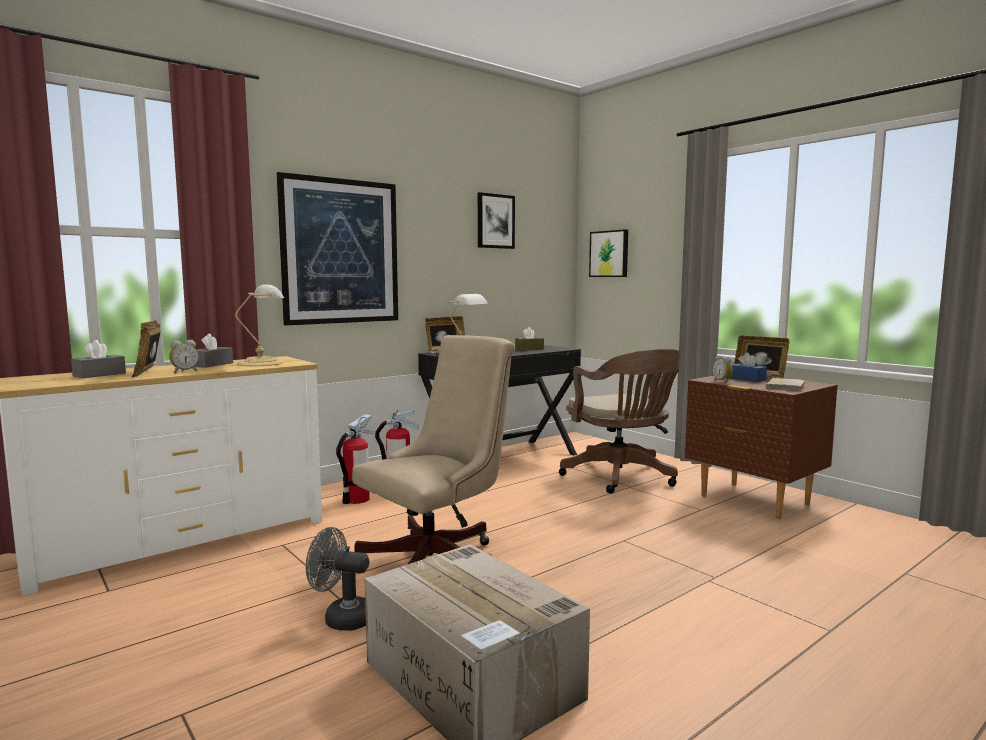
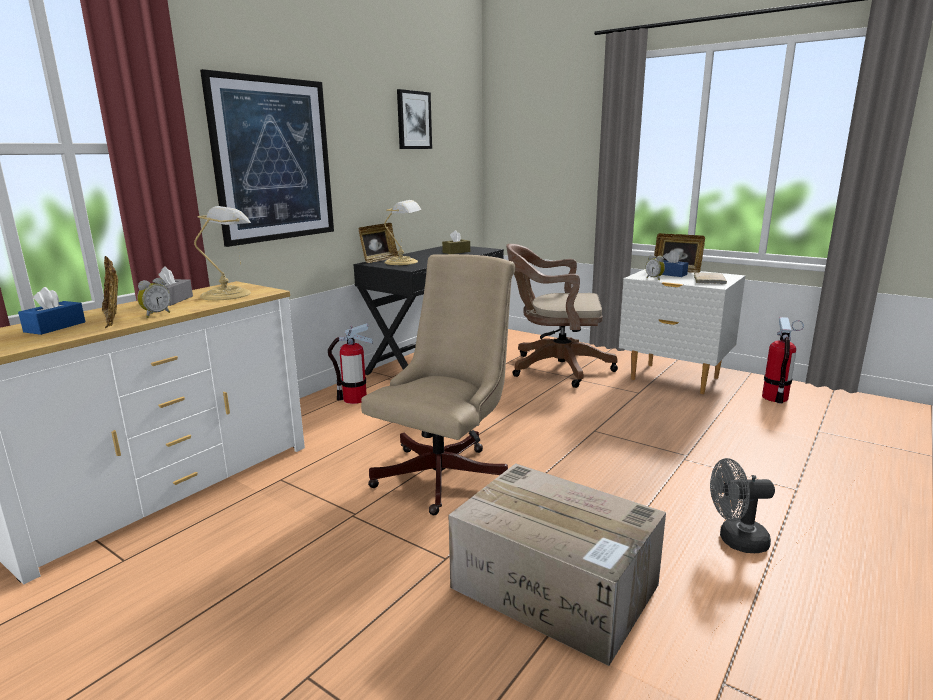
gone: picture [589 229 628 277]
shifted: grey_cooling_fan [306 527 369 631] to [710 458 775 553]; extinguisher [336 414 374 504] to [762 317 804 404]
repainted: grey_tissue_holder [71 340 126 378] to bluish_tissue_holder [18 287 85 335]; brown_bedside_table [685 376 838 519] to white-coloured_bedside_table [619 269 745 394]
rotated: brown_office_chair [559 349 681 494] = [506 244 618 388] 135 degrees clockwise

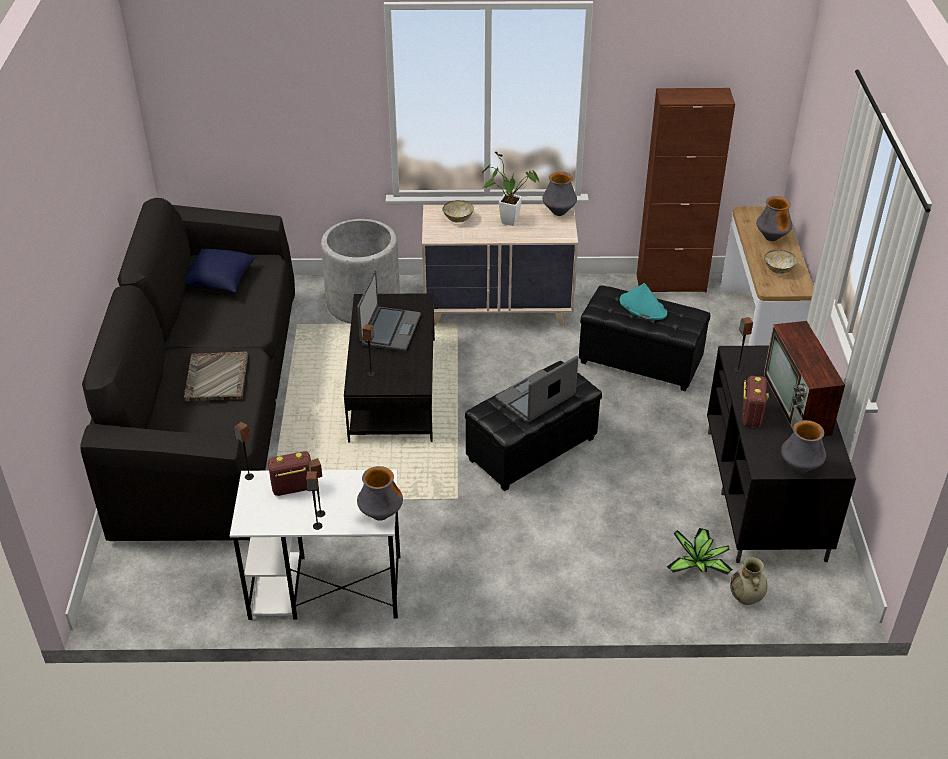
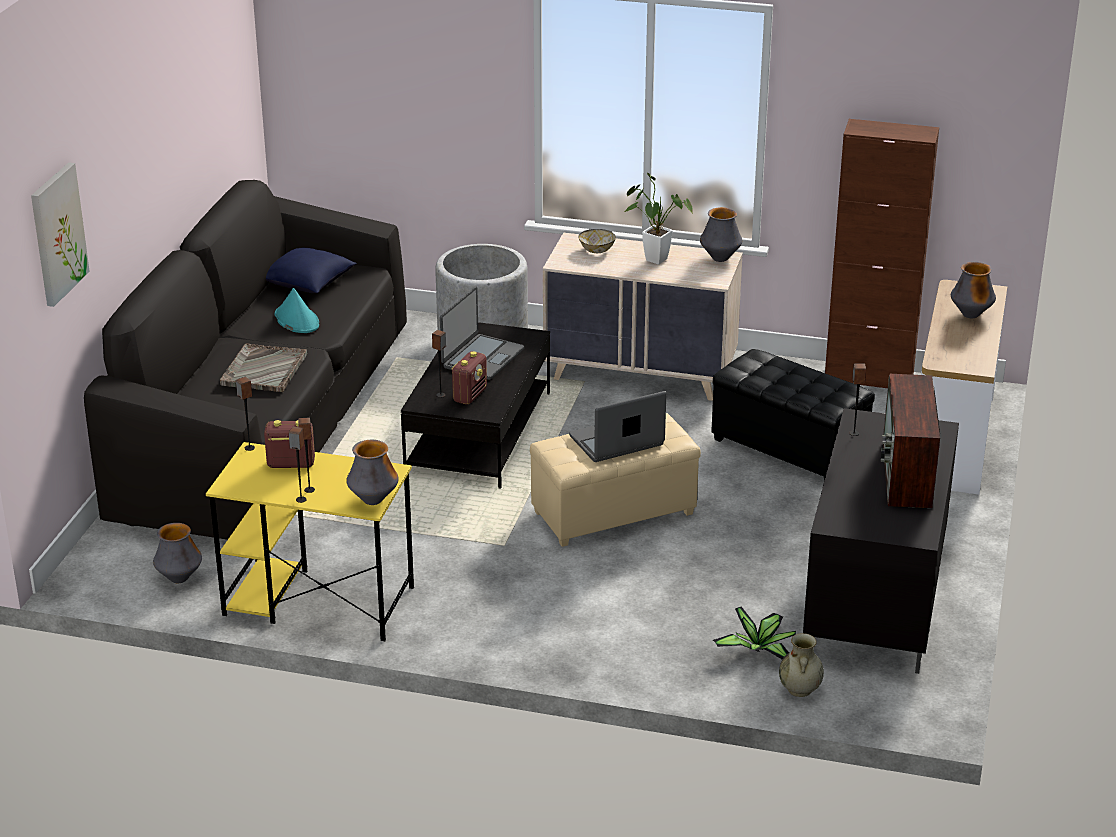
gone: serving_bowl [764 250 798 274]
new: picture [31 162 90 307]
shifted: blue-green_clothing_hat [620 283 667 320] to [275 288 319 333]; radio [743 376 769 427] to [452 351 487 405]; decorative_vase [781 420 826 473] to [153 523 202 583]
repainted: white-coloured_desk_table [230 470 400 620] to yellowish_desk_table [206 442 414 641]; black-coloured_ottoman [465 361 602 491] to beige-coloured_ottoman [530 413 701 547]

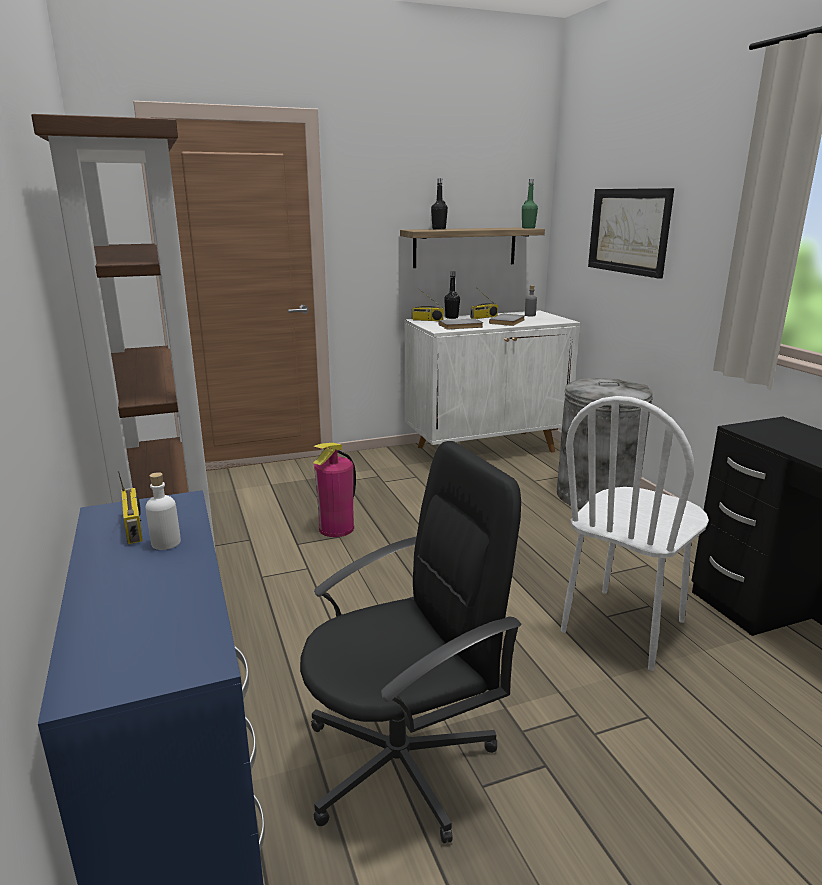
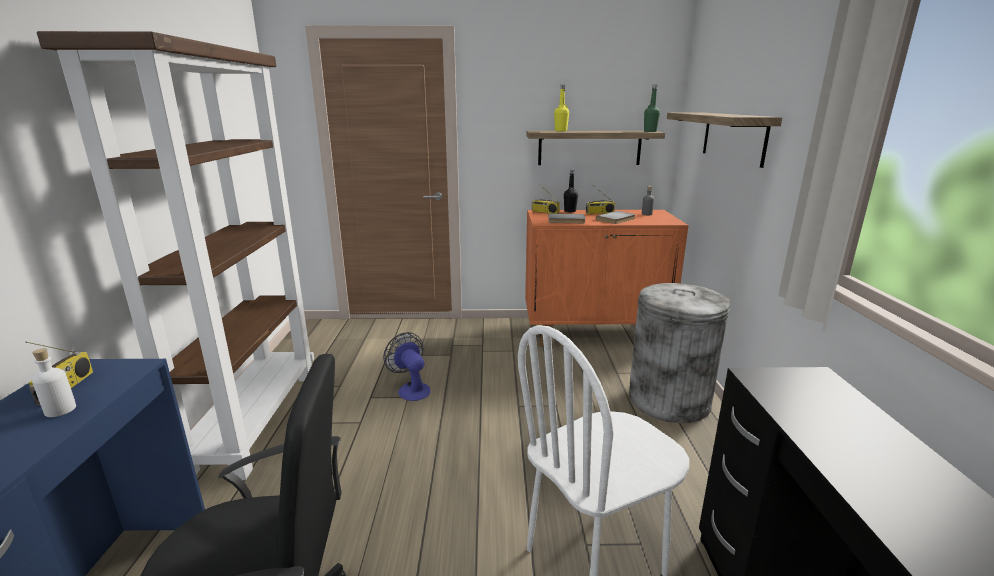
swapped: extinguisher [313 443 356 537] to cooling_fan [383 332 431 401]; picture [588 188 674 279] to shelf [667 113 782 168]
repainted: white-coloured_cabinet [405 310 580 453] to orangey_cabinet [525 210 689 347]; black-coloured_beverage_bottle [431 178 448 230] to yellowish_beverage_bottle [554 85 569 131]

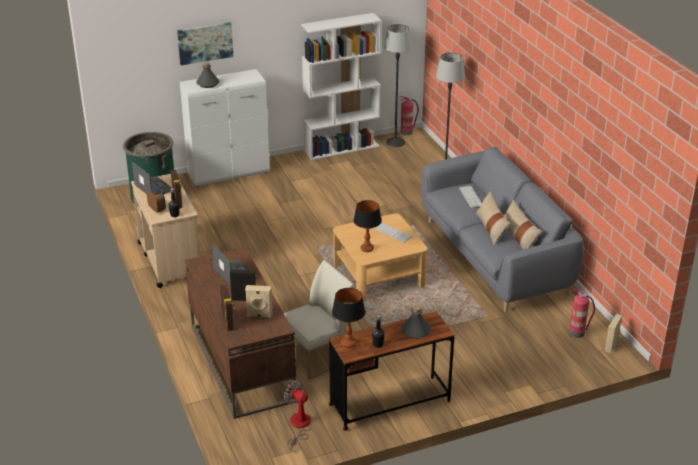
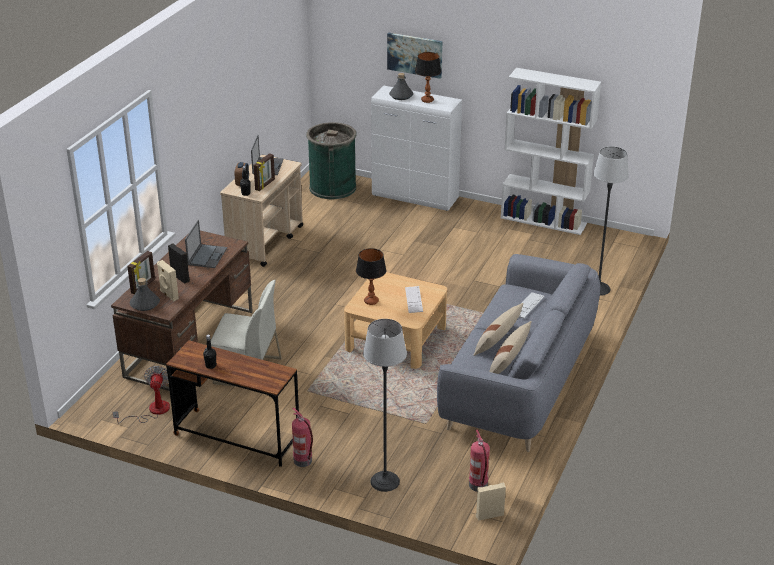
shifted: lamp_for_a_table [332 288 365 348] to [415 52 441 103]; standing_lamp [384 24 412 147] to [363 319 407 492]; extinguisher [400 96 419 135] to [292 408 313 467]; grey_beverage_bottle [401 305 431 339] to [130 278 160 311]

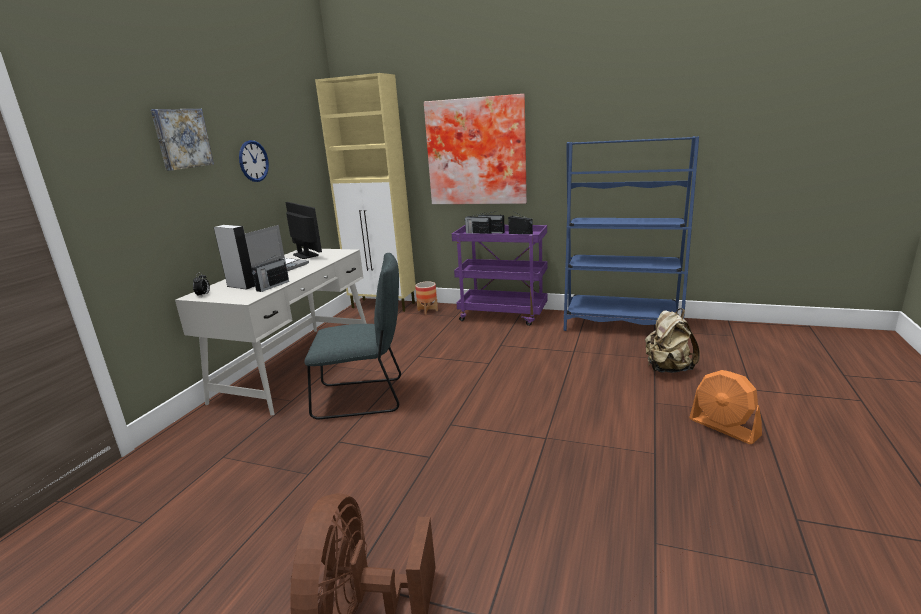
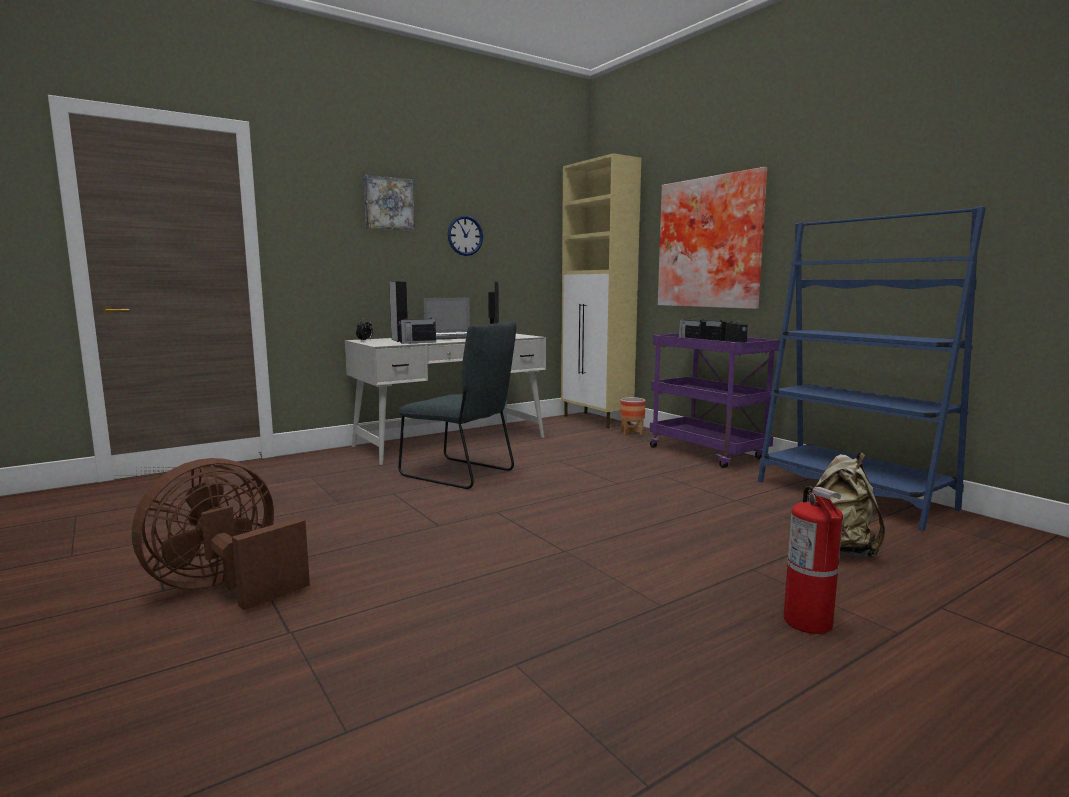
swapped: orangey_cooling_fan [689 370 762 444] to extinguisher [783 486 843 634]

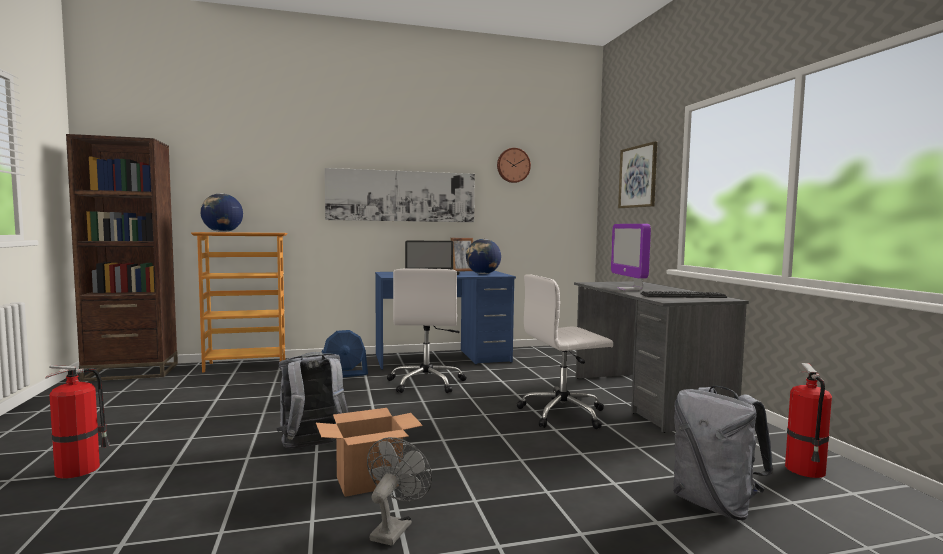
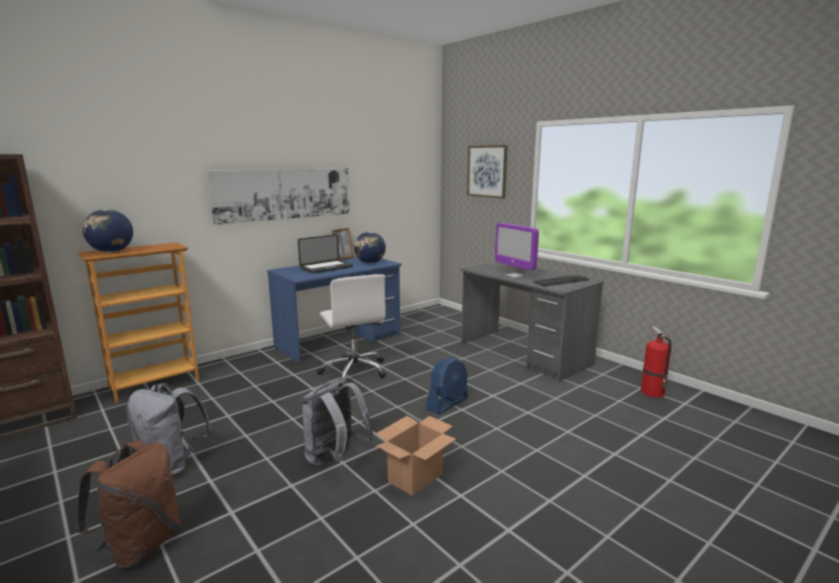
gone: grey_cooling_fan [367 437 432 546]; hanging_clock [497 148 531 183]; white-coloured_office_chair [517 274 613 429]
shifted: bluish_cooling_fan [322 330 368 377] to [426 357 468 414]; grey_rucksack [673 386 774 520] to [126 383 213 476]
swapped: extinguisher [45 365 110 479] to brown_rucksack [76 441 181 569]

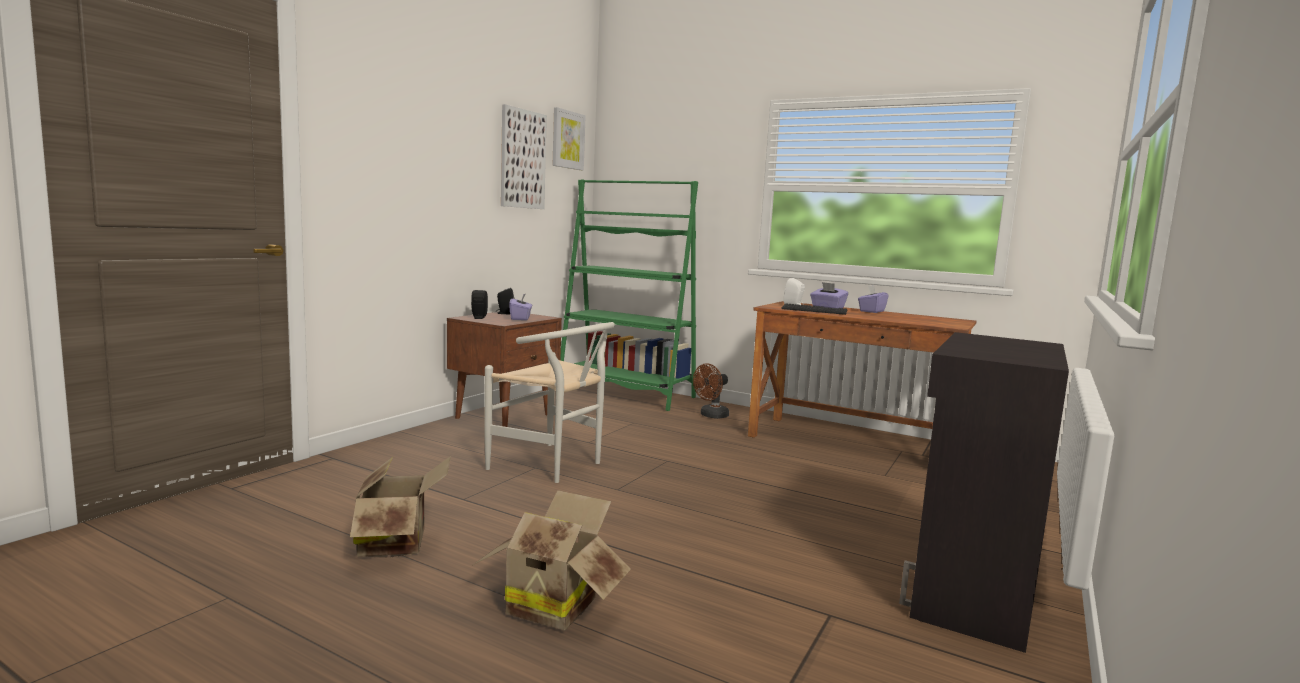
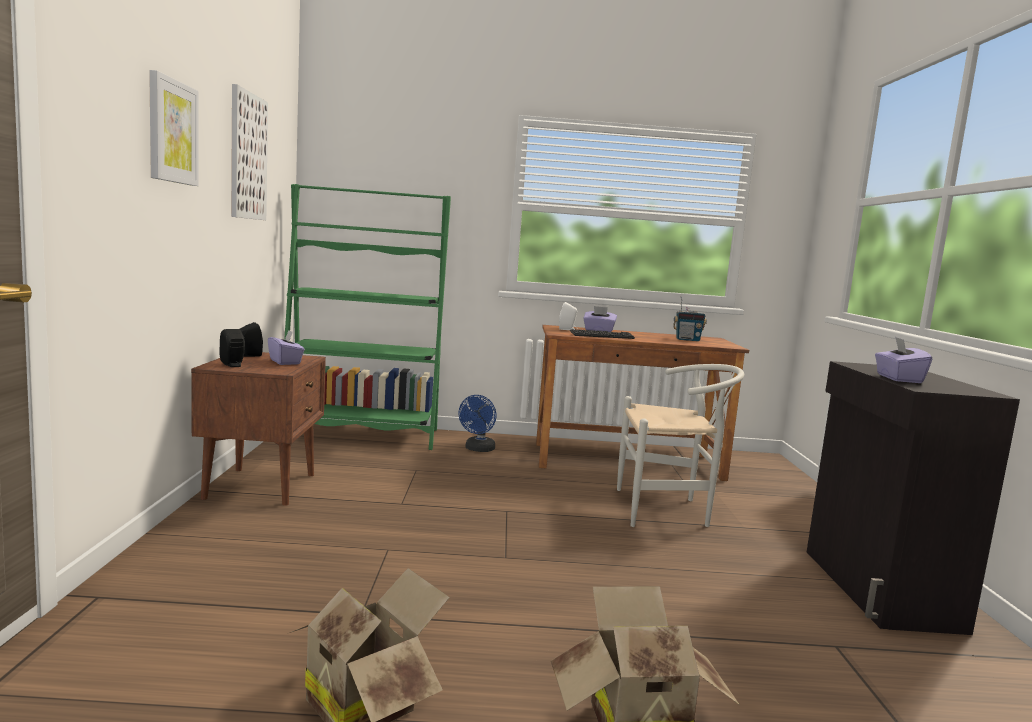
new: radio [673 296 707 341]
shifted: white-coloured_chair [484 322 615 483] to [617 364 744 527]; picture [553 107 586 170] to [149 70 199 186]; purplish_tissue_holder [858 285 889 313] to [875 337 933 383]
repainted: brown_cooling_fan [693 363 729 419] to bluish_cooling_fan [459 395 496 452]

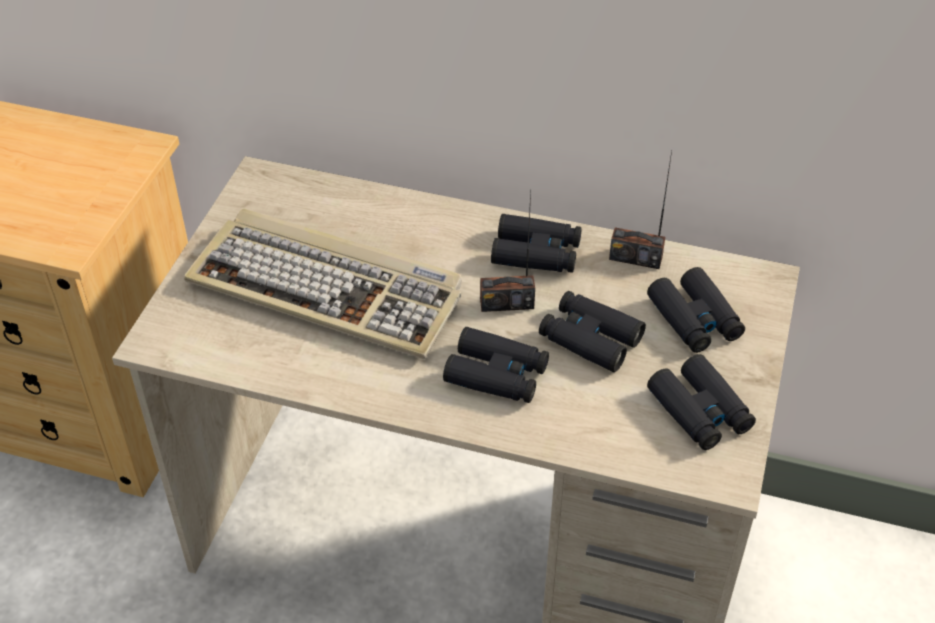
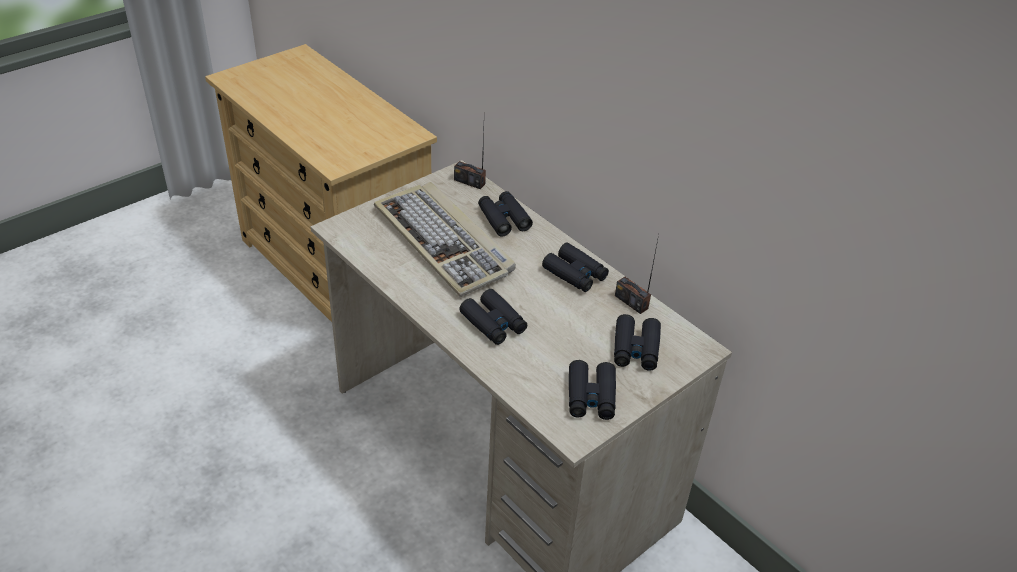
shifted: radio [480 191 535 312] to [454 130 486 189]; black-coloured_pair_of_binoculars [539 291 646 372] to [478 191 533 237]

